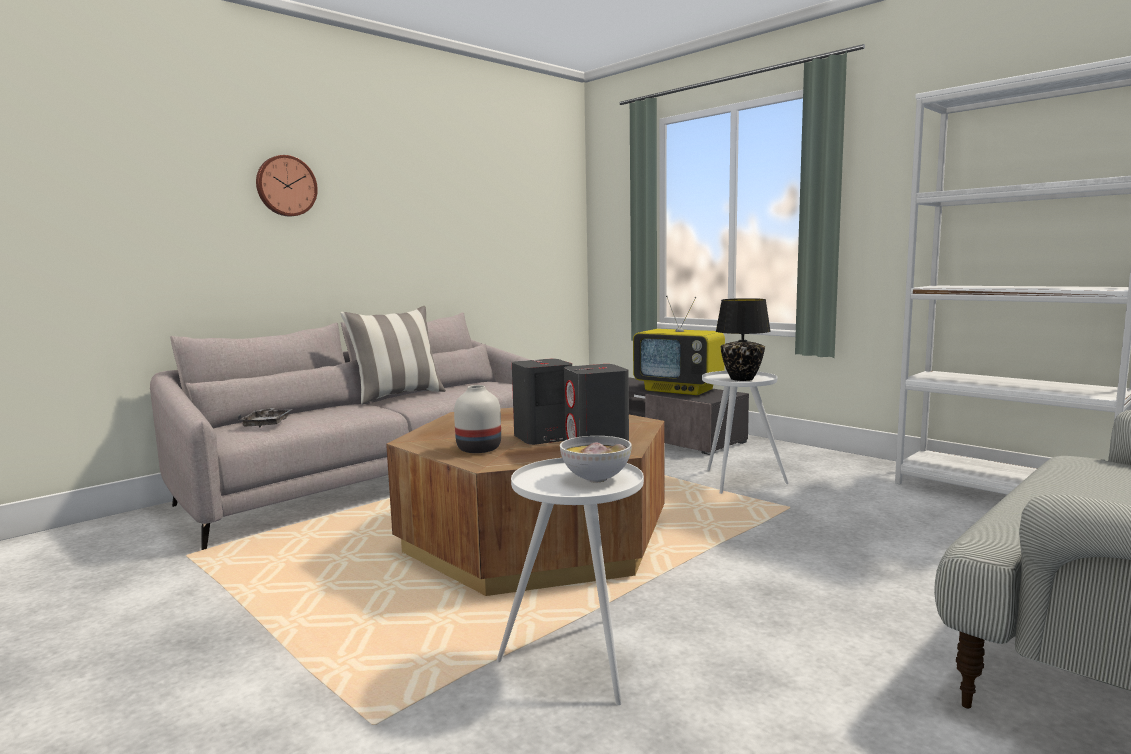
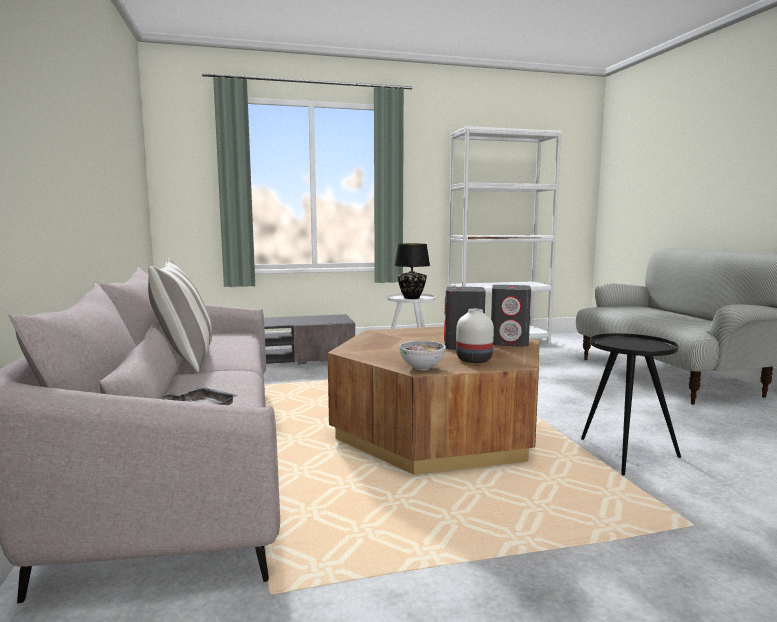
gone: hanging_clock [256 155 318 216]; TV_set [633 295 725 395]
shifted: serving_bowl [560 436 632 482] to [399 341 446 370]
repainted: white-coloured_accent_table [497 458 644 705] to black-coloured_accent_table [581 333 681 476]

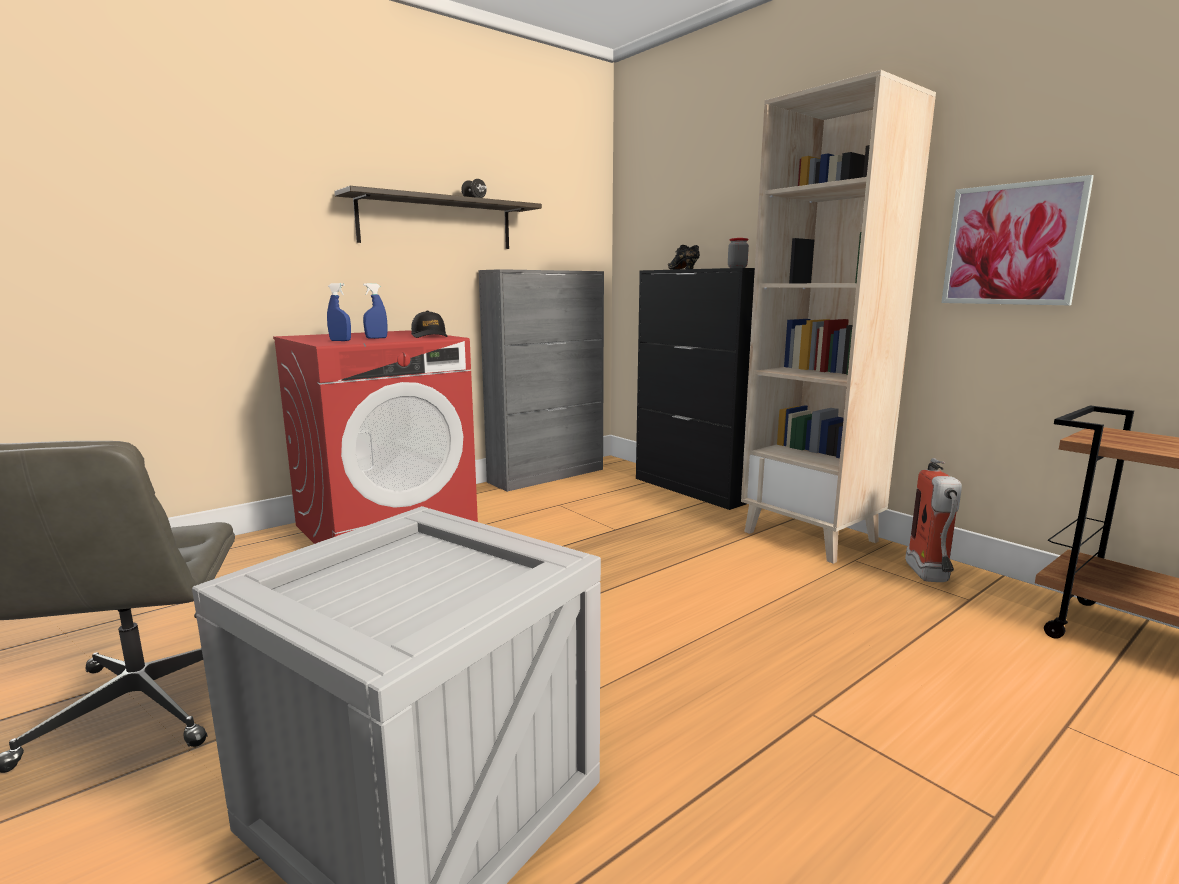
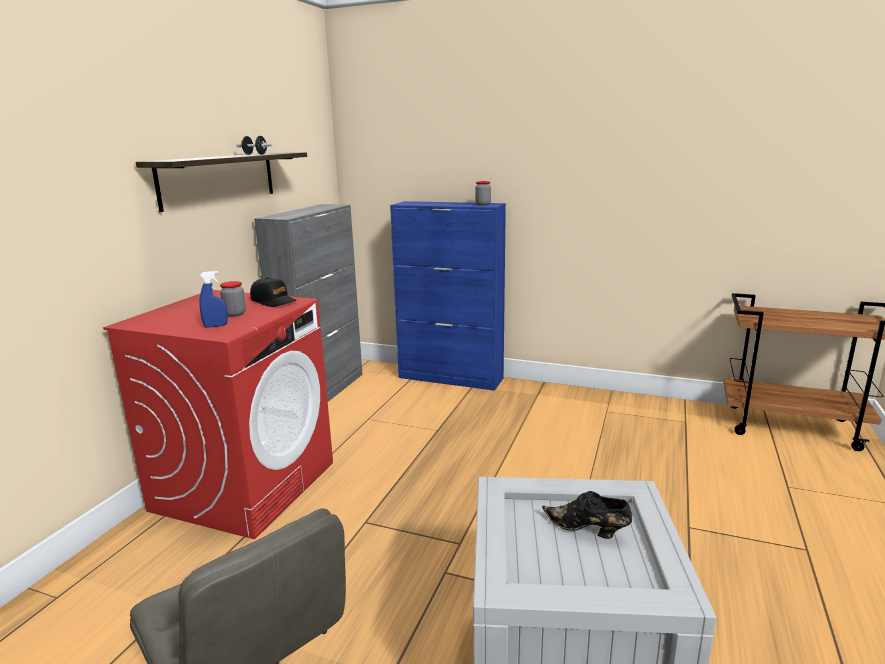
gone: beige-coloured_bookshelf [741 70 936 564]; extinguisher [905 458 962 582]; picture [941 175 1094 305]
shifted: black-coloured_shoe [668 245 700 270] to [542 491 632 539]
swapped: bluish_spray_bottle [363 283 388 339] to storage_jar [220 281 246 317]
repainted: black-coloured_cabinet [636 268 755 510] to bluish_cabinet [390 201 506 391]

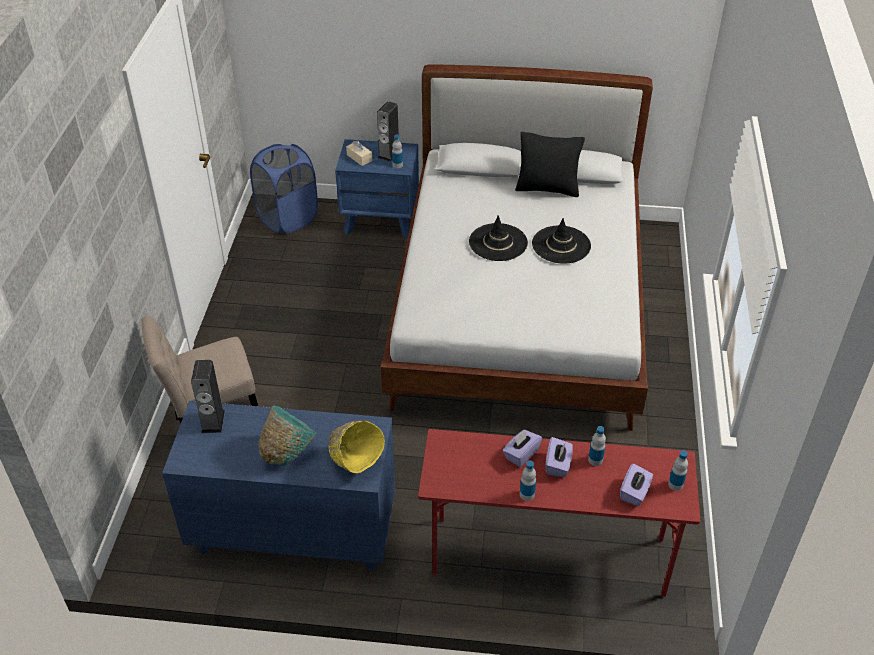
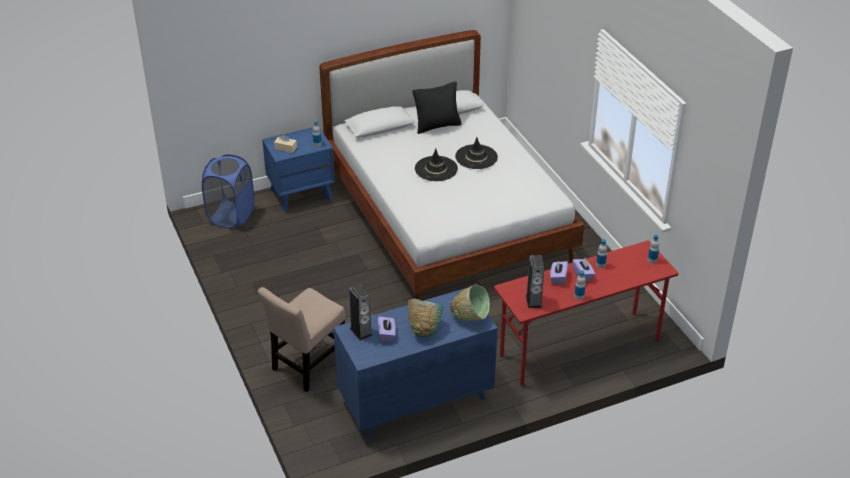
shifted: audio_speaker [377 101 399 162] to [526 255 544 308]; purplish_tissue_holder [620 463 653 506] to [378 316 396 342]
repainted: yellowish_serving_bowl [328 421 385 473] to green_serving_bowl [450 284 490 321]

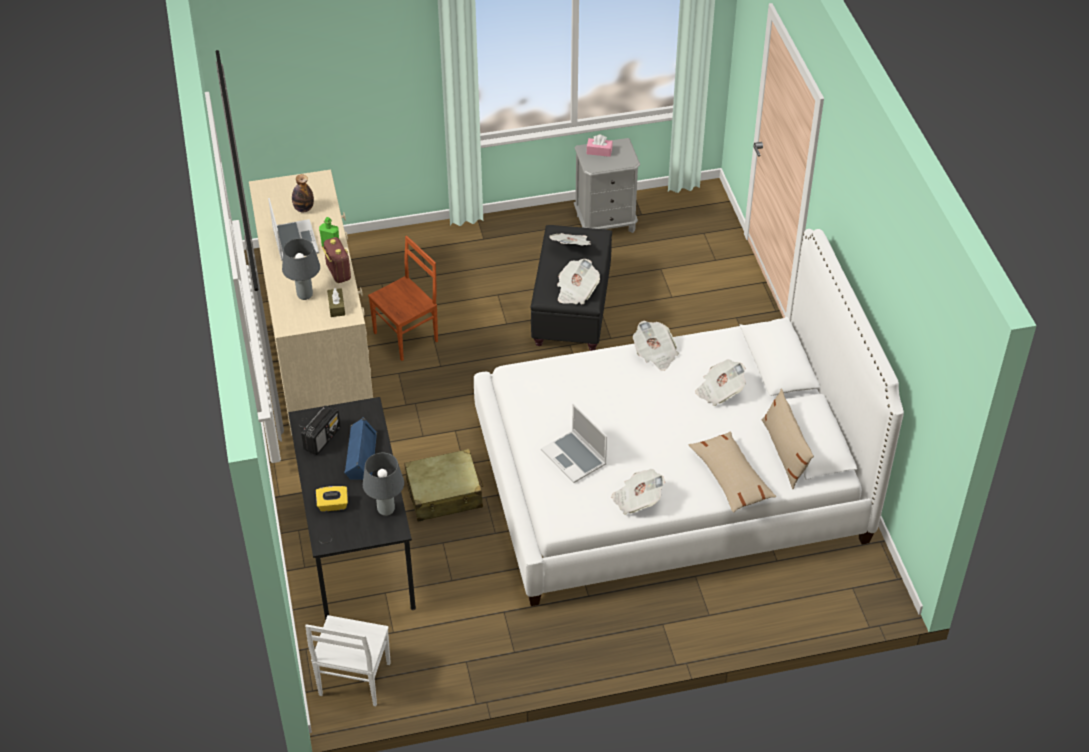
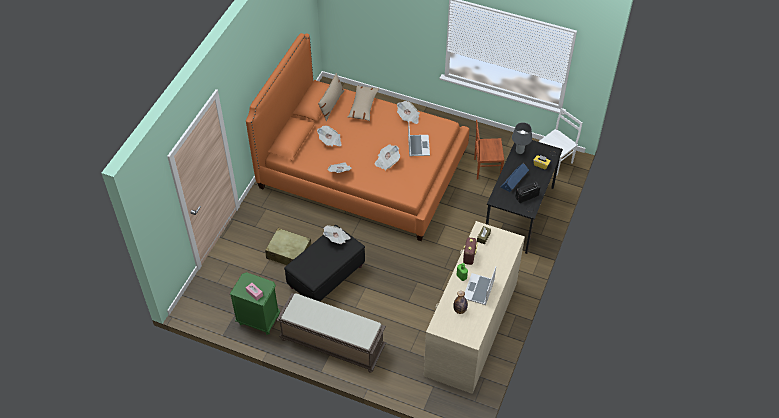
gone: grey_lamp_for_a_table [282 238 320 300]
new: brown_indoor_bench [276 293 386 373]
shifted: brown_chair [368 236 438 361] to [474 120 504 180]; beige-coloured_suitcase [404 449 484 522] to [265 228 311 265]; printed_paper [549 233 591 246] to [374 144 400 170]
repainted: white-coloured_bedroom_bed [474 229 904 606] to orangey_bedroom_bed [246 33 469 241]; grey_bedside_table [574 138 640 233] to green_bedside_table [229 272 280 335]

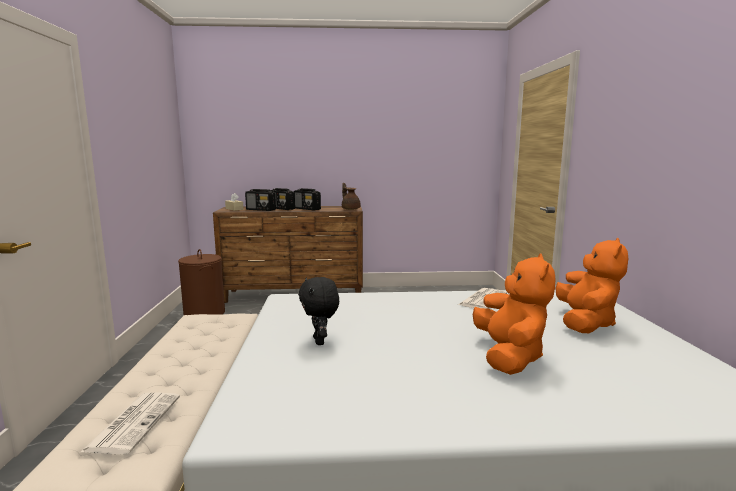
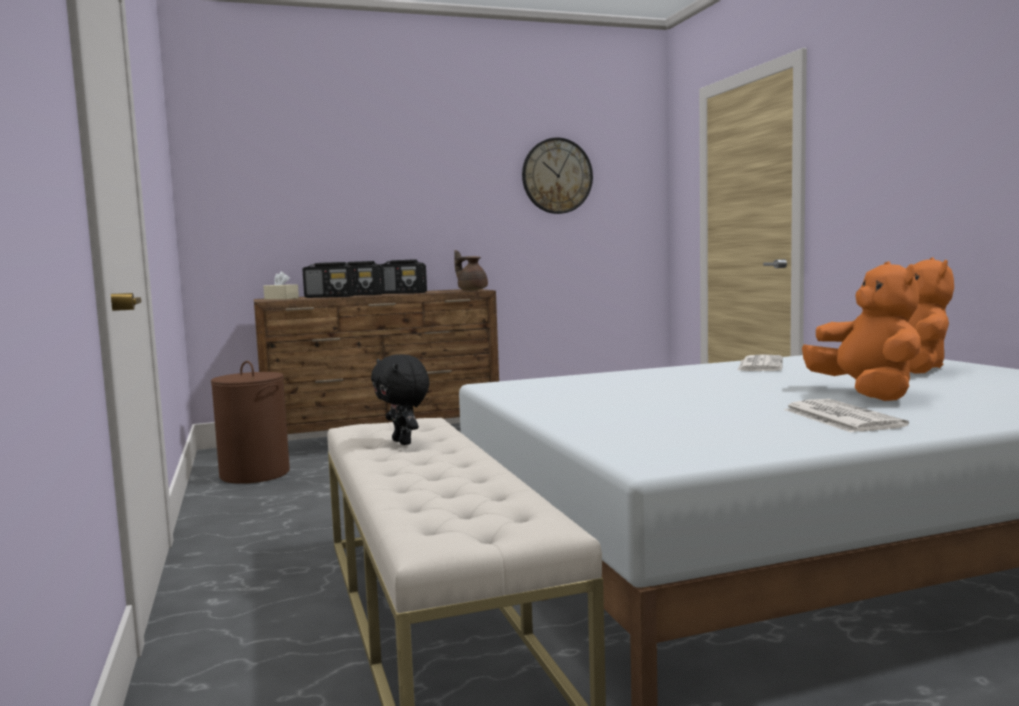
new: hanging_clock [522 137 593 214]
shifted: printed_paper [81 392 180 454] to [784 399 909 432]; black-coloured_cuddly_toy [298 277 339 345] to [371 354 430 445]

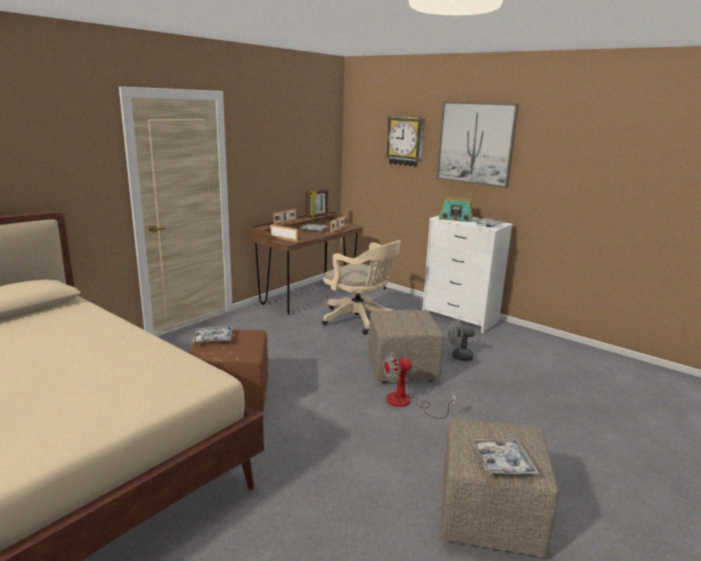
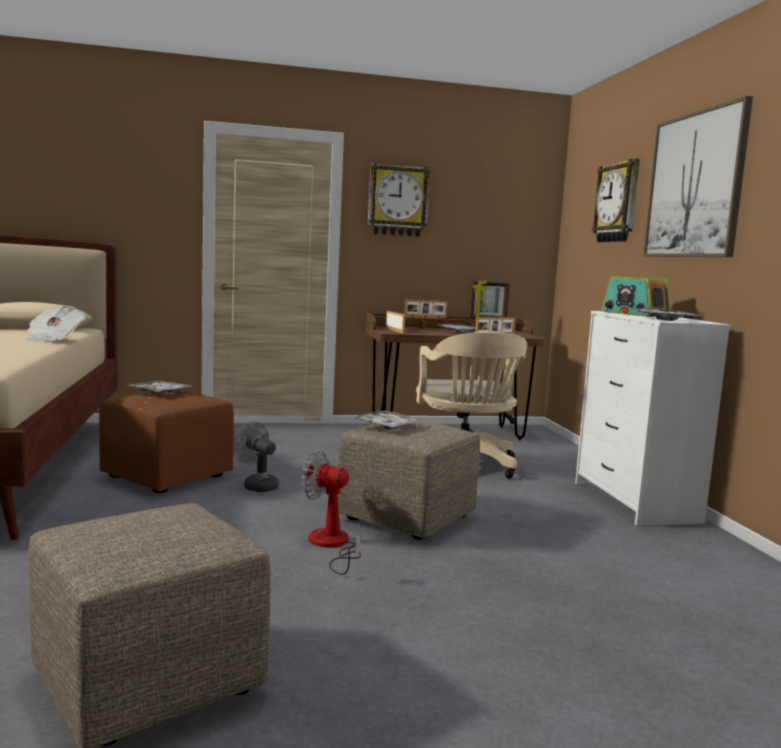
new: printed_paper [26 306 85 342]; hanging_clock [368 163 431 237]
shifted: grey_cooling_fan [448 319 475 361] to [233 421 279 492]; serving_tray [472 439 539 474] to [353 410 423 429]

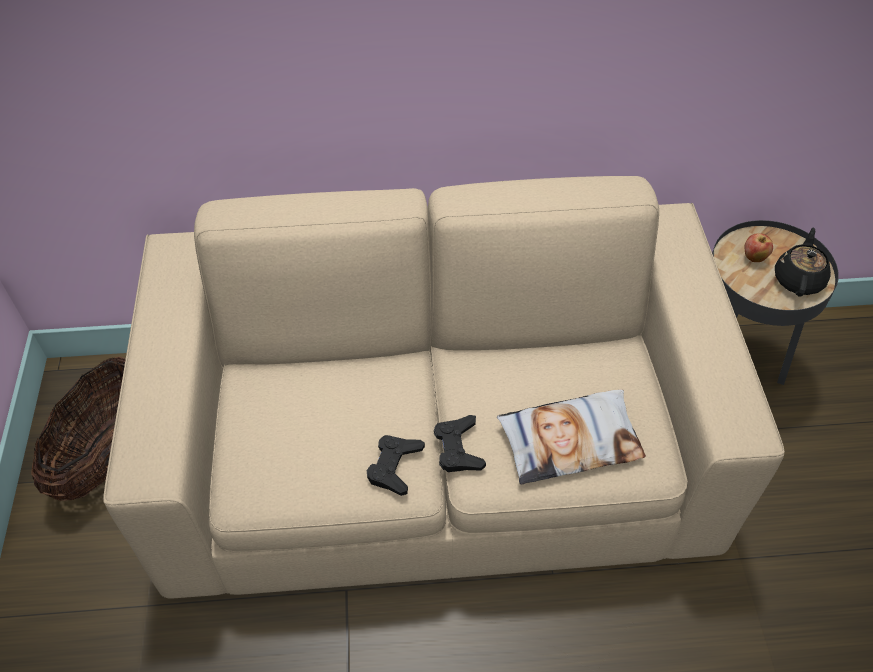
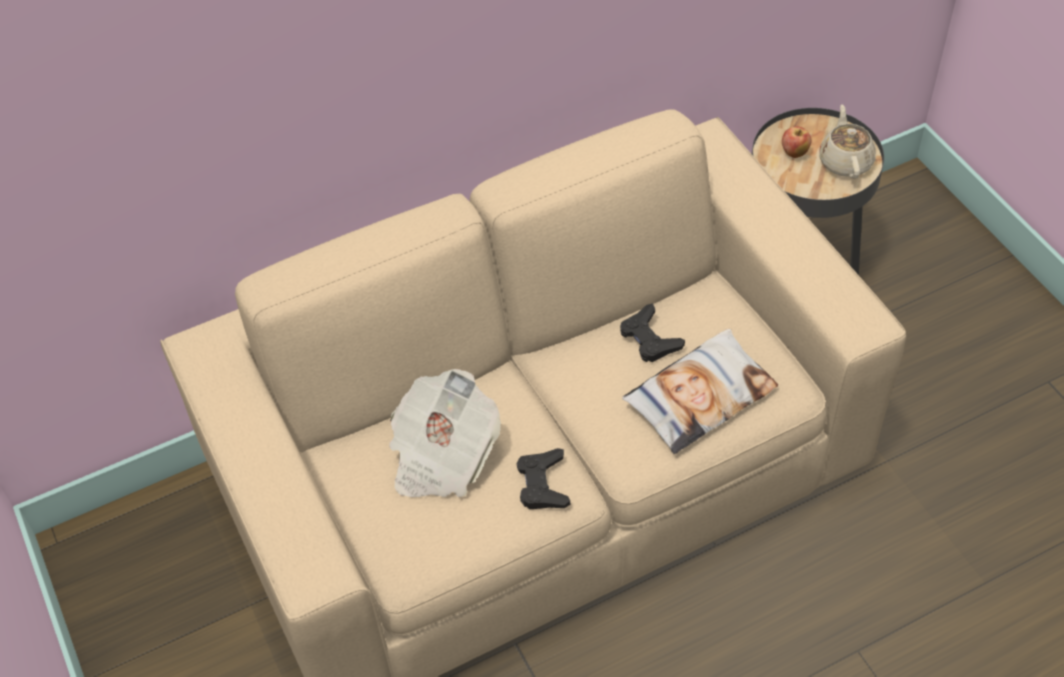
gone: basket [31 357 126 501]
new: printed_paper [389 369 501 497]
shifted: black-coloured_gamepad [434 415 486 472] to [620 304 685 362]
repainted: black-coloured_teapot [775 227 831 297] to beige-coloured_teapot [819 105 876 179]

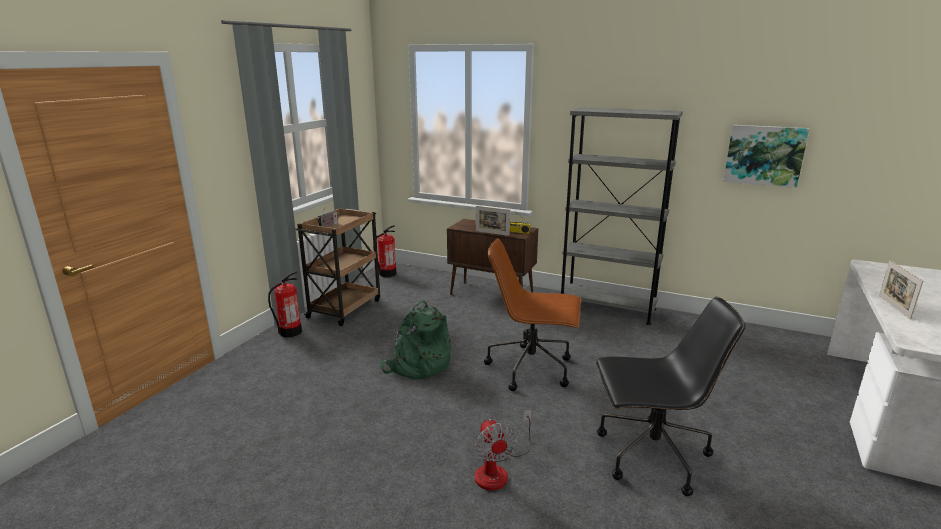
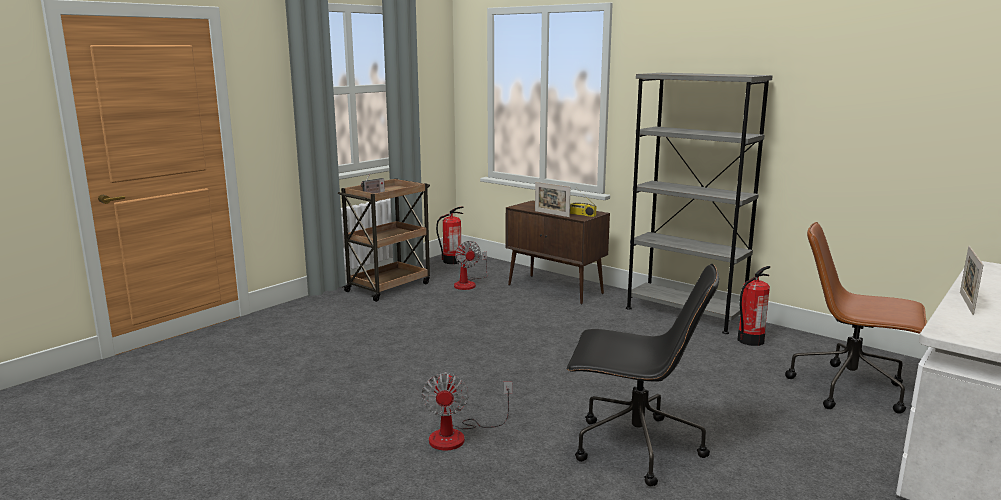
gone: green_rucksack [379 300 451 380]; picture [723 125 809 188]
new: cooling_fan [454 241 488 290]
shifted: extinguisher [268 271 302 338] to [738 266 770 346]; brown_office_chair [484 238 581 391] to [785 222 927 414]

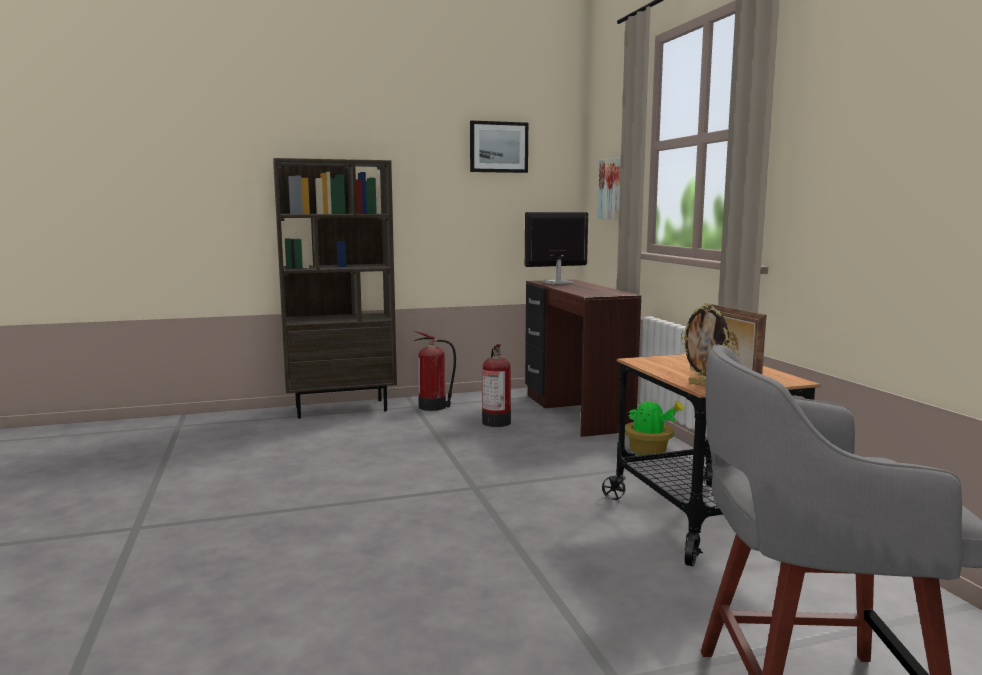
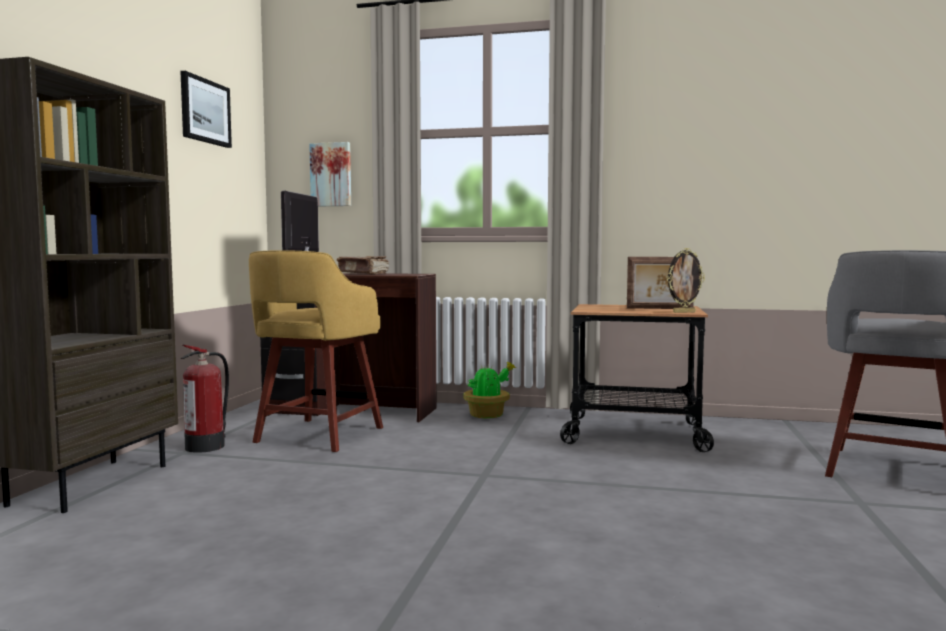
new: brown_volume [337 256 389 274]
swapped: extinguisher [482 344 511 427] to yellowish_sitting_stool [249 250 383 452]

